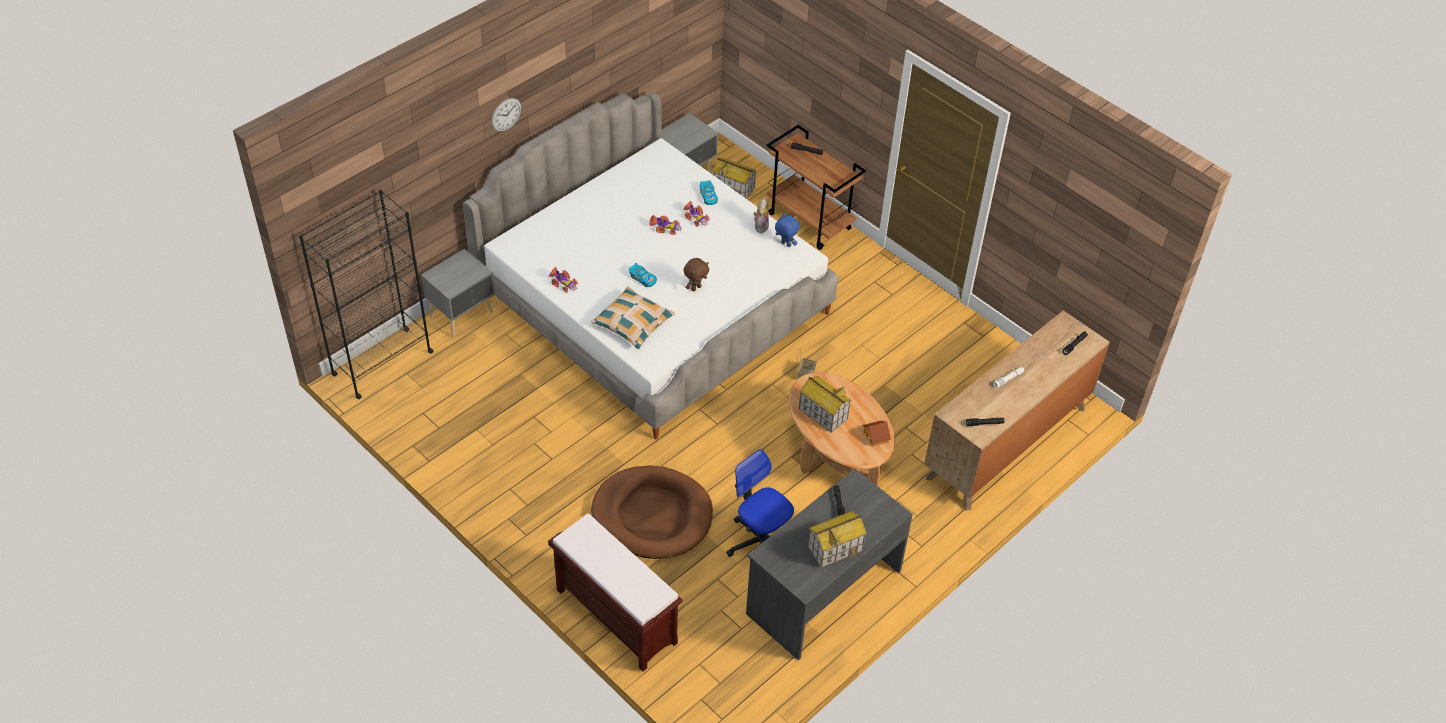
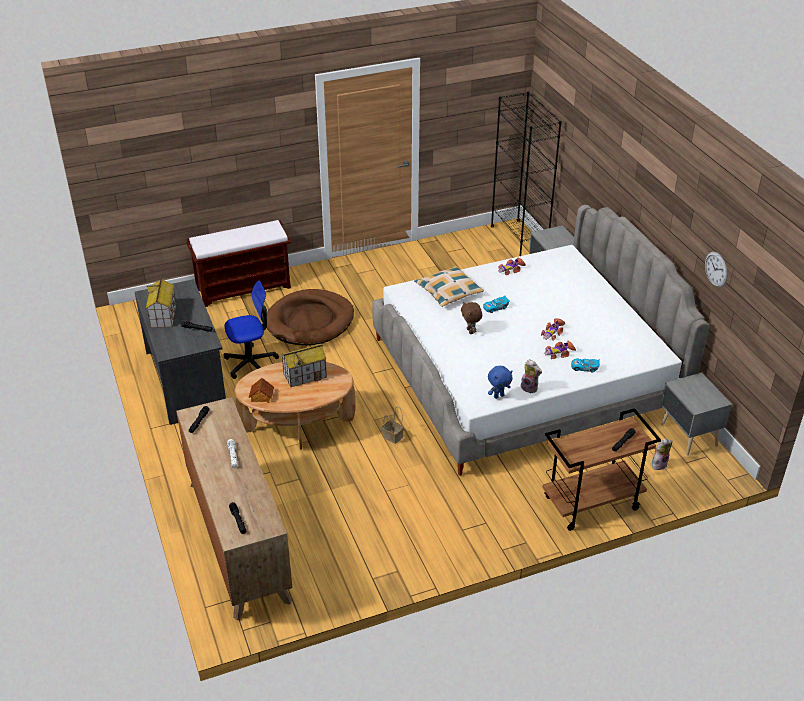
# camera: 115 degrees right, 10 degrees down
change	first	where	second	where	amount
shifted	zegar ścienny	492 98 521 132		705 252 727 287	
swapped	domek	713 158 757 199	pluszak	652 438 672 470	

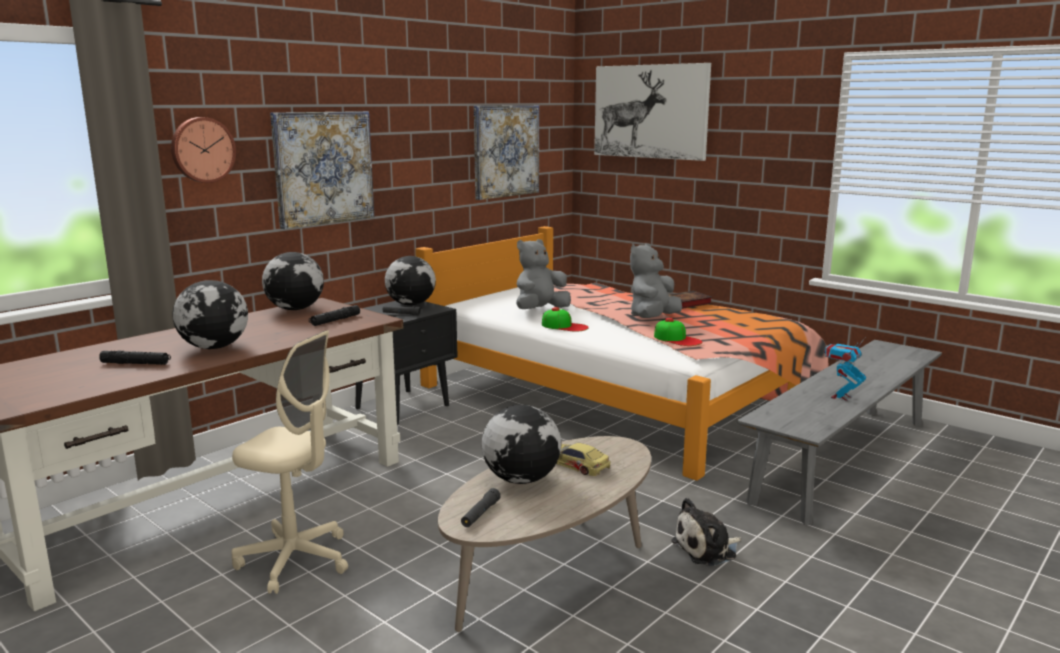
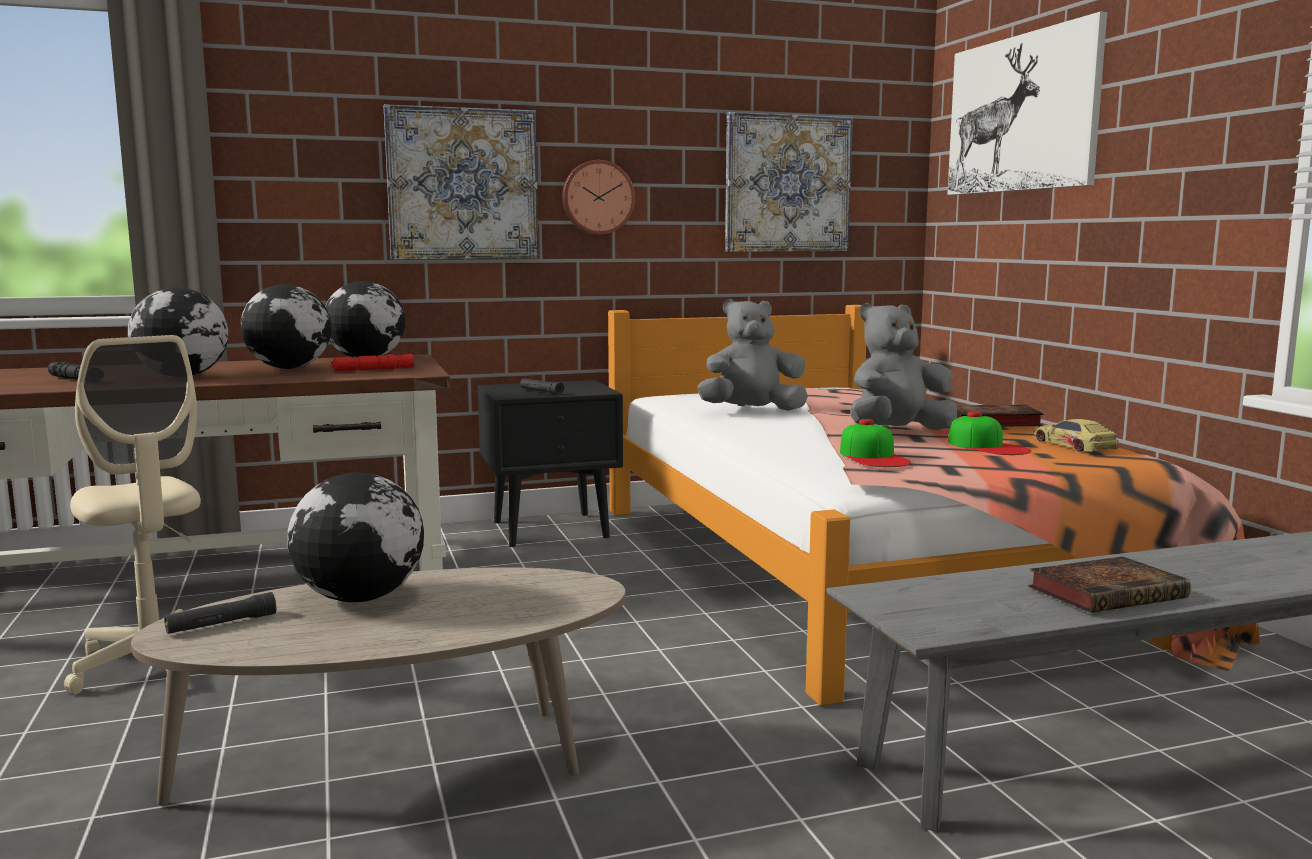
# camera: 30 degrees right, 5 degrees down
change	first	where	second	where	amount
gone	pluszak	671 498 741 566			
shifted	zegar ścienny	171 117 236 183		562 160 635 235	
shifted	globus	385 256 436 305		240 284 331 369	
shifted	czapka z daszkiem	542 307 589 332		948 411 1032 455	
shifted	samochodzik	556 443 610 476		1035 419 1118 452	
swapped	robot zabawkowy	824 337 866 401	książka	1028 557 1191 613	
repainted	latarka/czarny	309 305 360 326	latarka/czerwony	331 354 414 371	

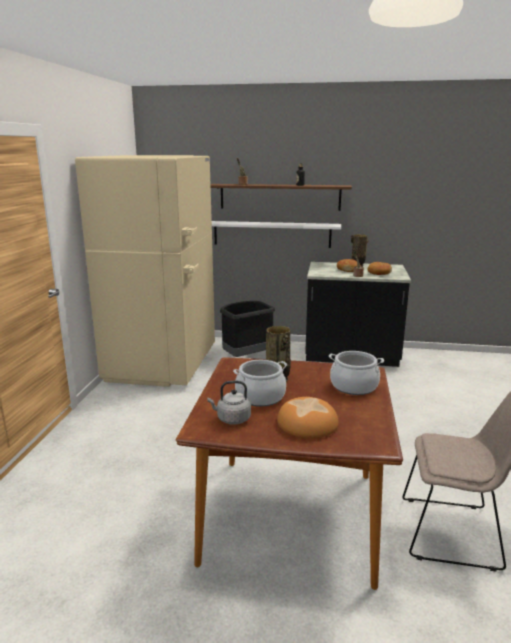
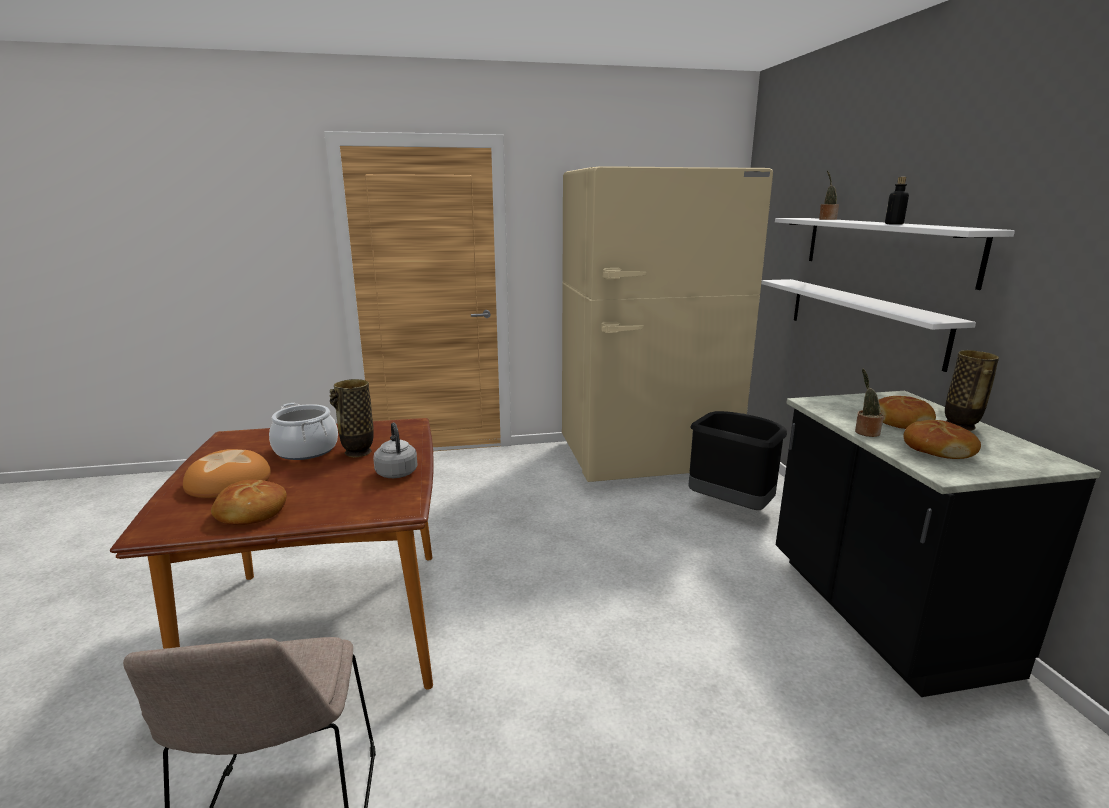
# camera: 70 degrees right, 0 degrees up
change	first	where	second	where	amount
gone	garnek	329 351 384 395			
new			chleb	211 480 287 525	
shifted	czajnik/szary	207 381 251 425		373 422 417 478	
repainted	półka/brązowy	211 184 352 211	półka/biały	775 218 1015 290	

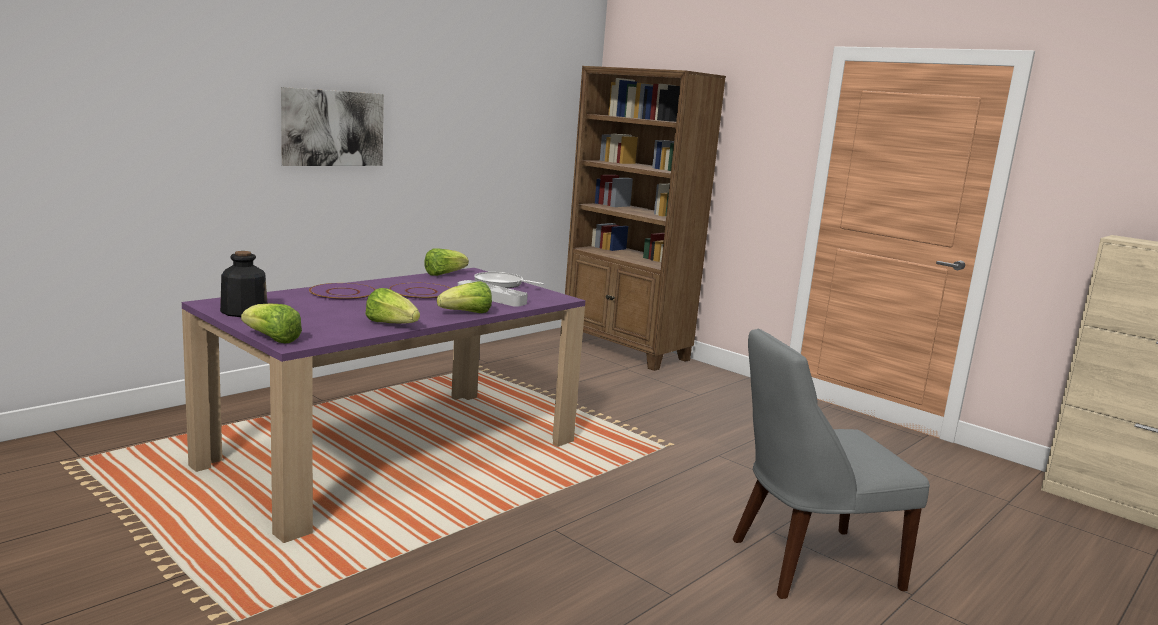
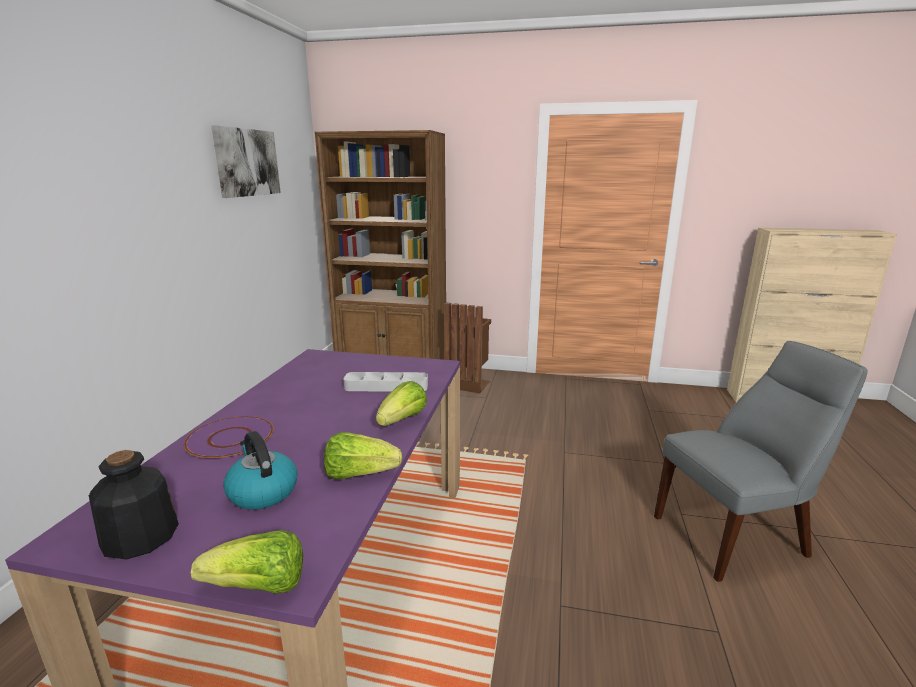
# camera: 30 degrees left, 5 degrees up
change	first	where	second	where	amount
gone	talerz/fioletowy	389 282 450 300			
gone	sałata	424 248 469 276			
gone	patelnia	474 272 544 288			
new			czajnik	223 431 297 510	
new			kosz na śmieci/brązowy	444 303 491 394	
shifted	obraz	281 87 384 166		211 125 281 198	
rotated	krzesło/szary	733 328 930 599		654 341 868 582	150 degrees counterclockwise

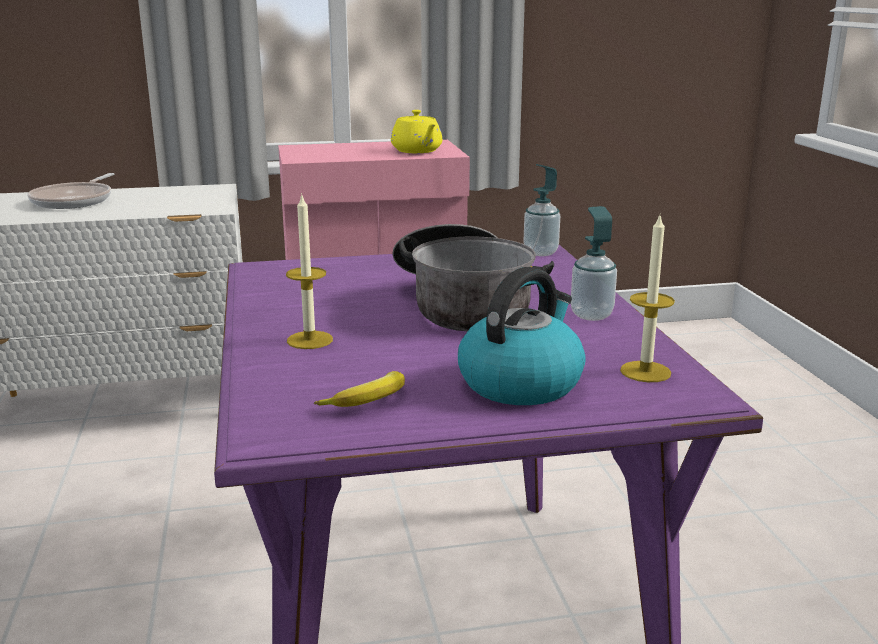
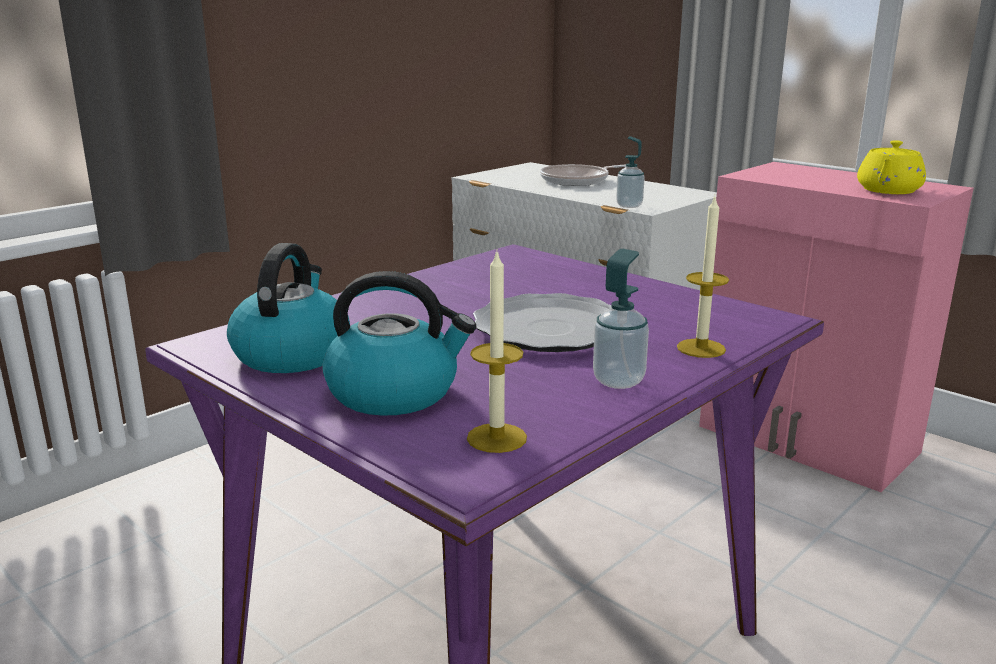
# camera: 55 degrees right, 0 degrees up
change	first	where	second	where	amount
shifted	świeca	286 193 333 349		677 197 729 358	
shifted	dozownik mydła	523 164 560 256		616 136 645 208	
swapped	banan	314 371 405 407	czajnik	227 243 350 373	
swapped	garnek	392 224 554 331	talerz	473 293 611 352	

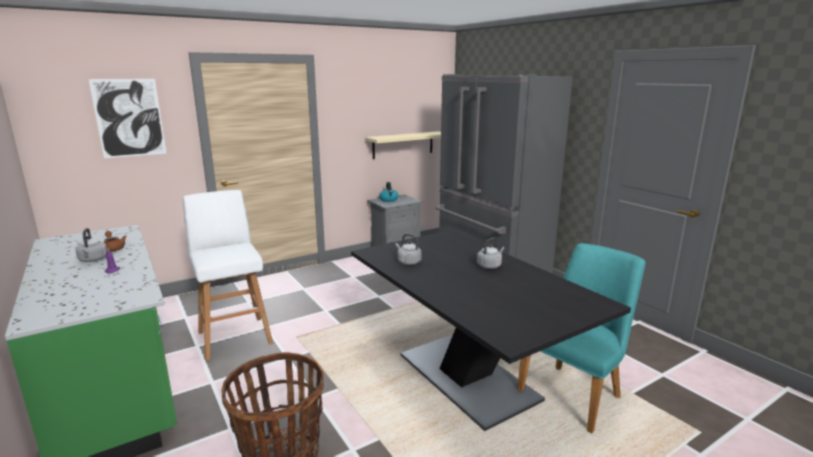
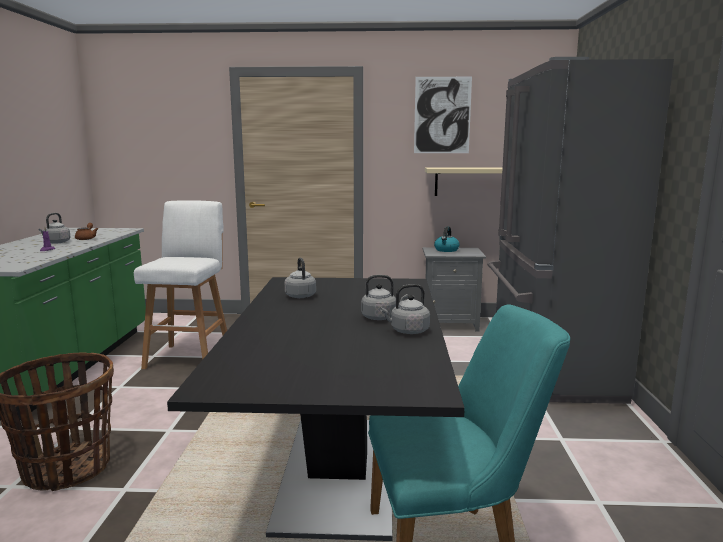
# camera: 35 degrees right, 5 degrees down
change	first	where	second	where	amount
new			czajnik/szary	380 284 430 334	
shifted	obraz	89 79 166 158		414 77 472 153	

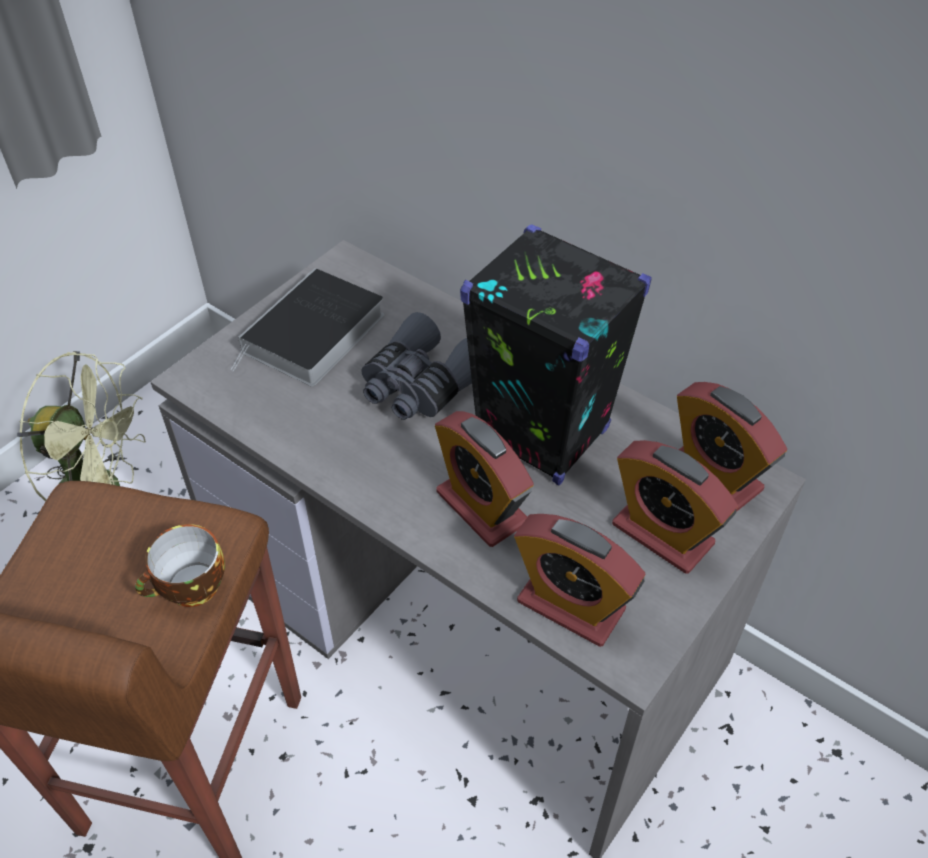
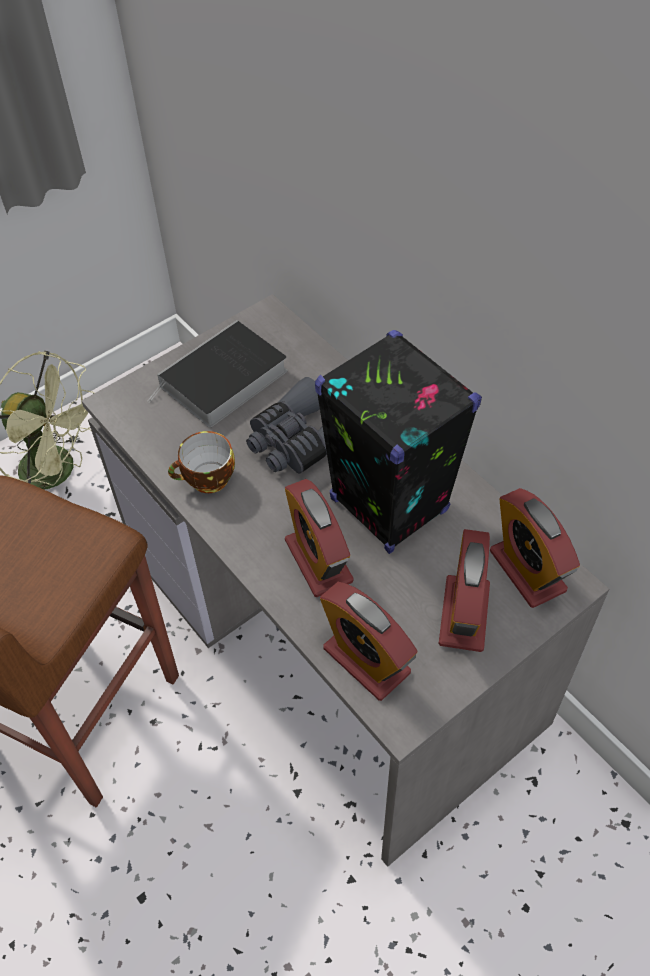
# camera: 15 degrees right, 5 degrees up
change	first	where	second	where	amount
shifted	filiżanka	135 524 225 607		168 431 235 493	
rotated	budzik	612 440 738 574		439 529 490 652	45 degrees clockwise

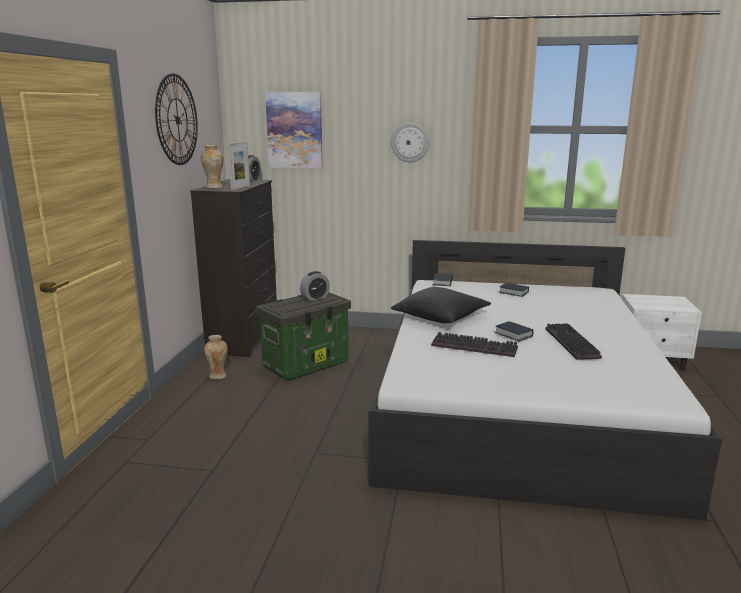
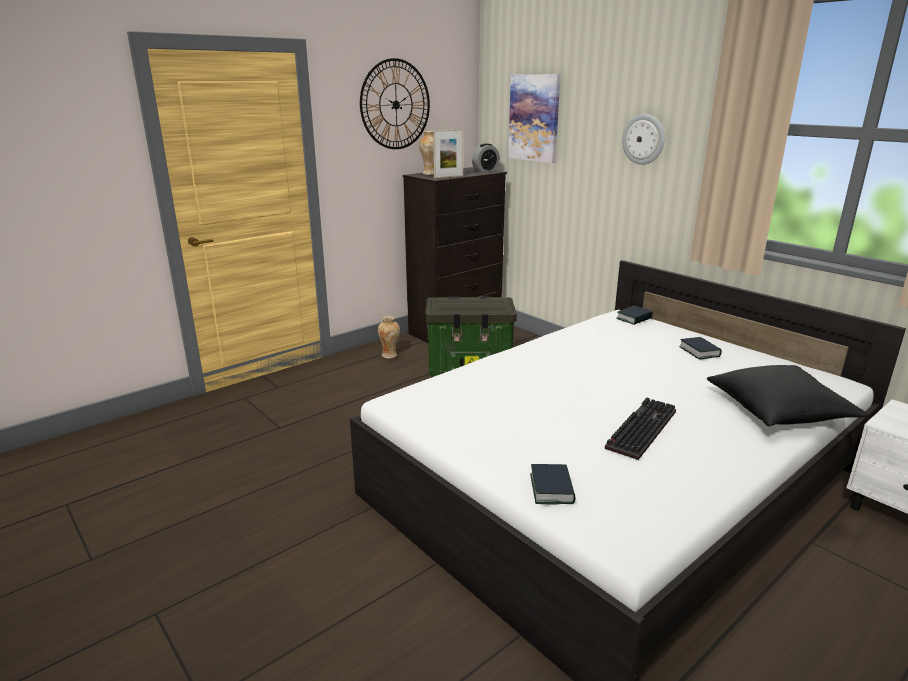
# camera: 40 degrees right, 5 degrees up
change	first	where	second	where	amount
gone	budzik	300 271 330 301			
gone	klawiatura	431 332 518 357			
shifted	poduszka/czarny	391 287 491 323		707 365 869 426	
shifted	książka	495 321 534 341		530 464 576 505	

